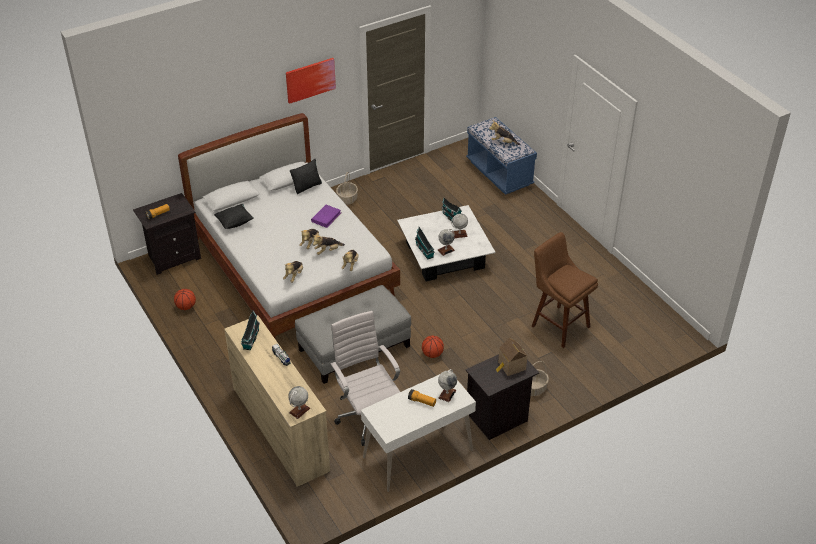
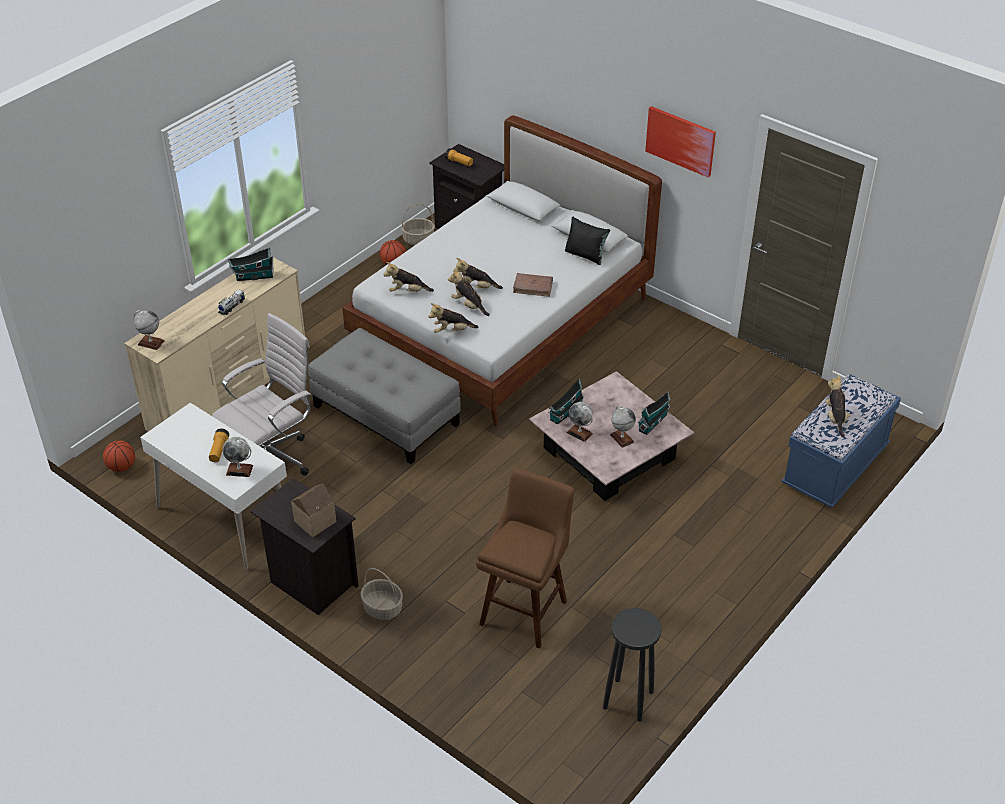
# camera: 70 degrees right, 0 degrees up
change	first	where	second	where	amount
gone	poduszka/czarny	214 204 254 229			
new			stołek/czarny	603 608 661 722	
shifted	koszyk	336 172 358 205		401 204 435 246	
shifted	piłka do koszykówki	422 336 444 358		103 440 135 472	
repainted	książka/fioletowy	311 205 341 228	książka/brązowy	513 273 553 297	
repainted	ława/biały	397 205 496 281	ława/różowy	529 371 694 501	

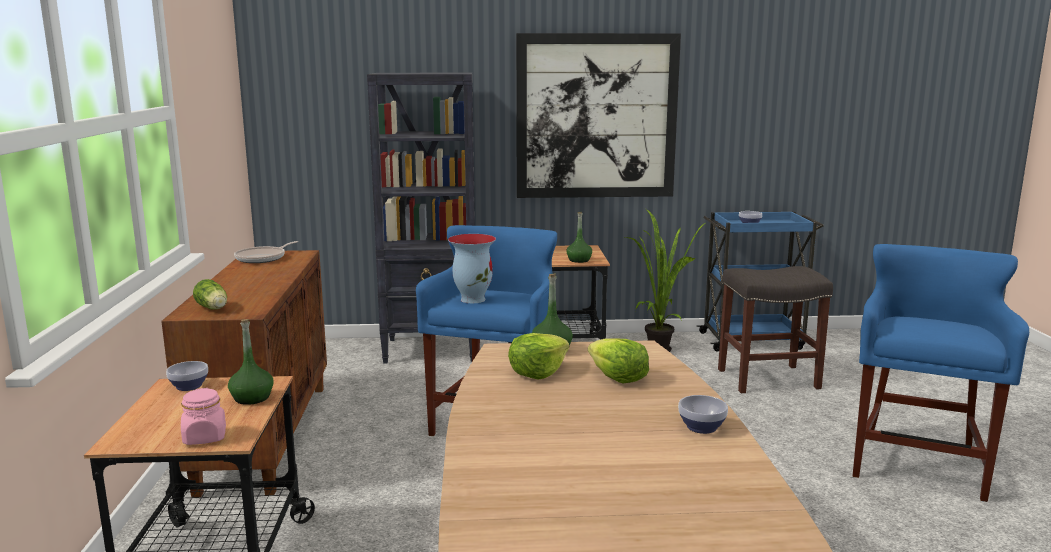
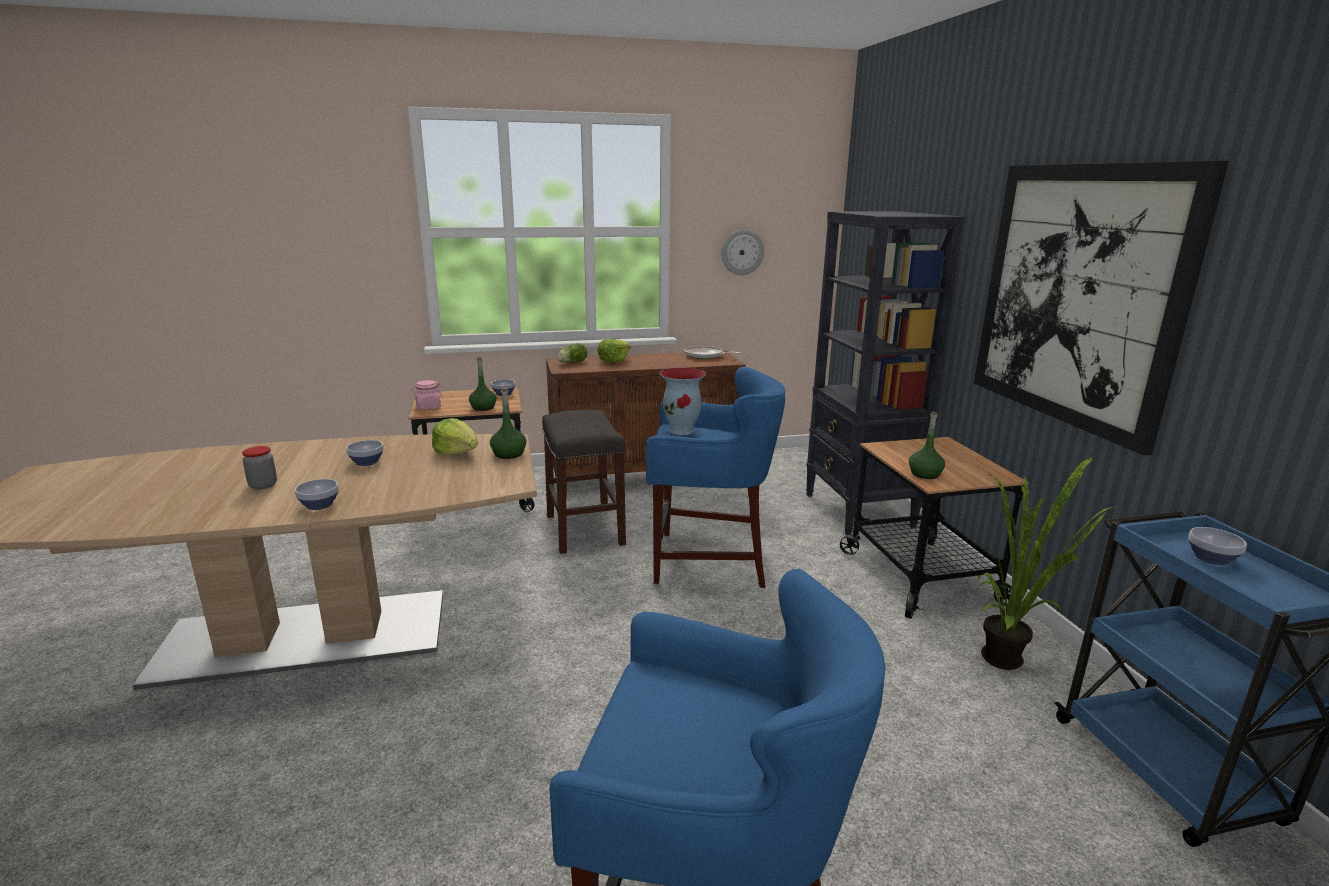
# camera: 80 degrees right, 5 degrees up
change	first	where	second	where	amount
new			słoik	242 446 277 489	
new			miska	346 440 384 466	
new			zegar ścienny	722 229 764 275	
shifted	sałata	588 338 649 384		597 339 631 363	
shifted	stołek/szary	718 266 833 393		542 409 626 554	

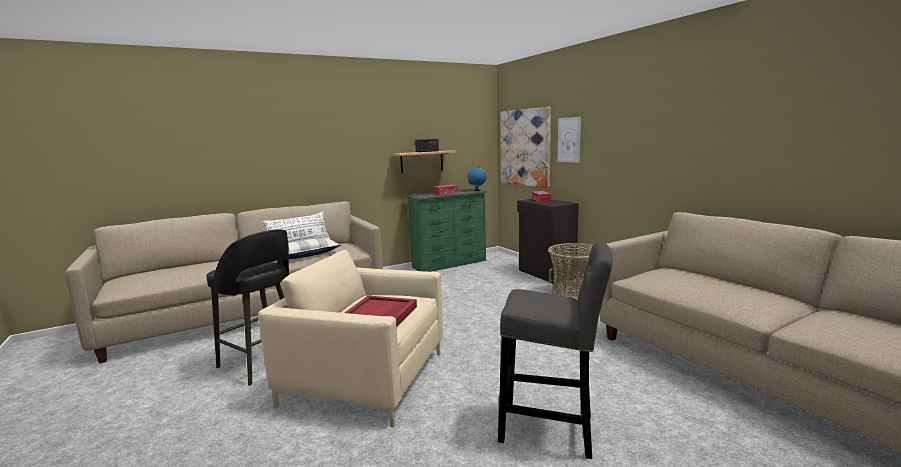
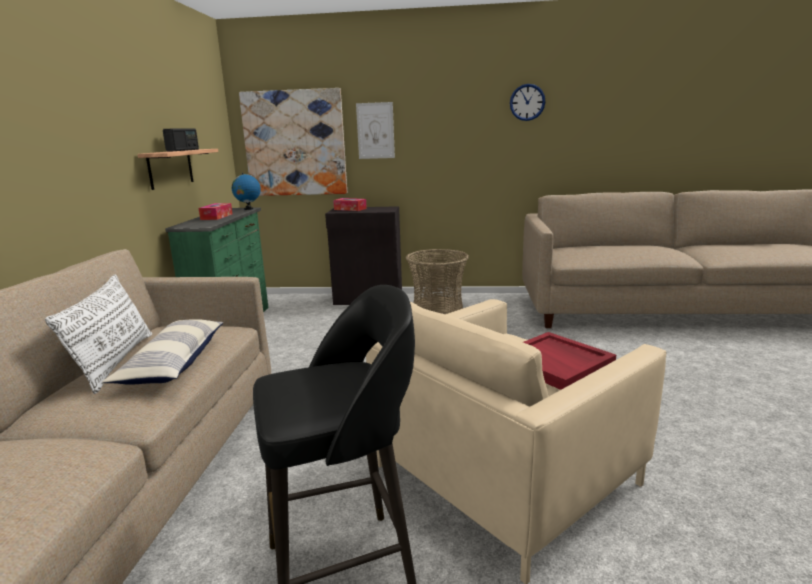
# camera: 55 degrees left, 5 degrees up
change	first	where	second	where	amount
gone	stołek/szary	498 240 612 459			
new			zegar ścienny	510 84 545 121	

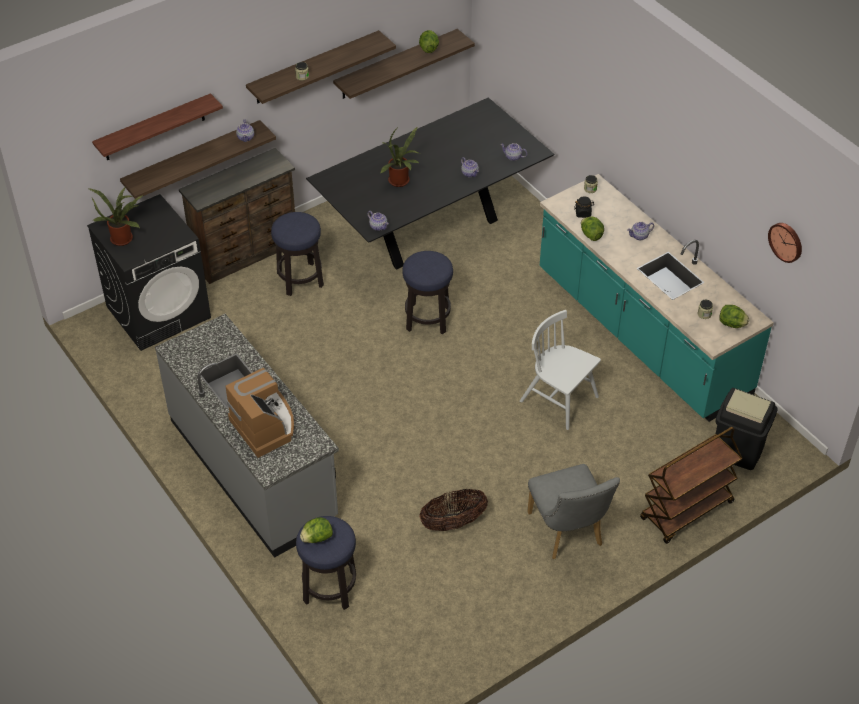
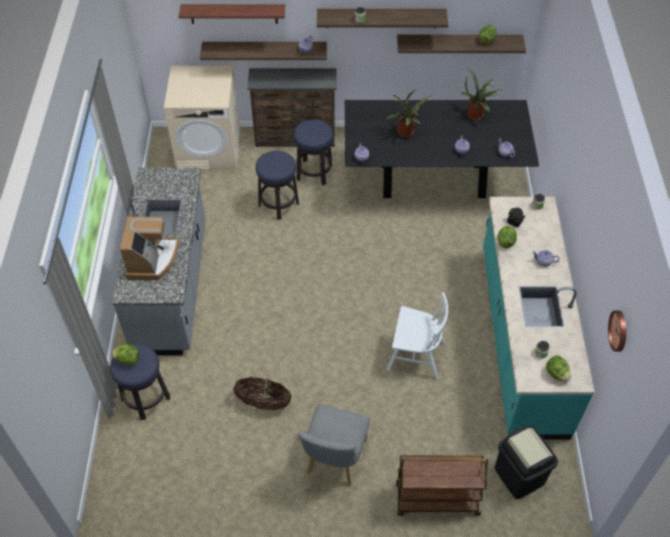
# camera: 35 degrees right, 5 degrees up
change	first	where	second	where	amount
shifted	roślina doniczkowa	89 187 143 246		461 69 503 120	
shifted	stołek	402 251 453 334		256 151 299 220	
repainted	pralka/czarny	87 194 211 351	pralka/beżowy	164 66 240 170	
rotated	krzesło/biały	520 310 601 430		387 292 448 380	120 degrees clockwise

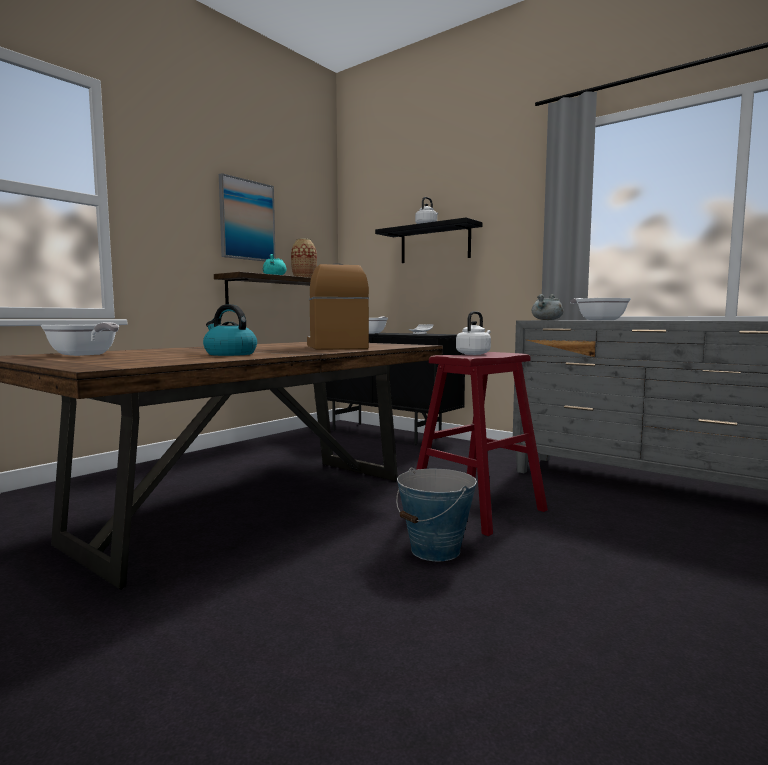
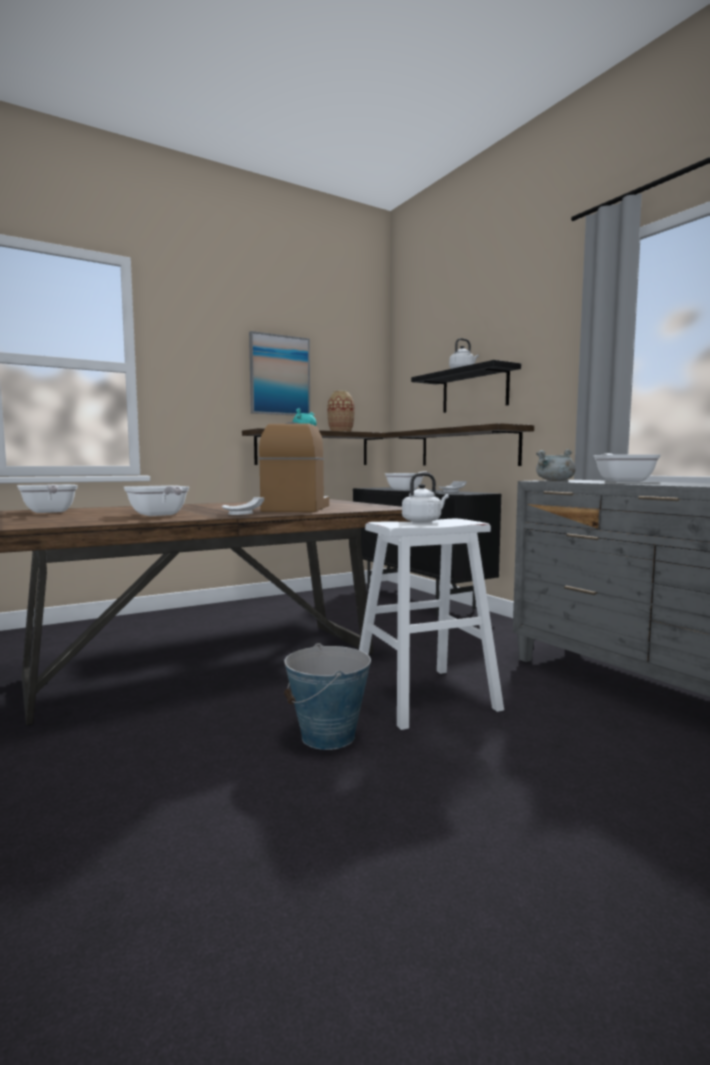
# camera: 20 degrees right, 0 degrees up
change	first	where	second	where	amount
new			talerz/biały	222 497 264 515	
new			półka	385 423 534 466	
swapped	czajnik	203 304 257 356	patelnia	124 485 189 516	
repainted	stołek/czerwony	416 352 548 536	stołek/biały	359 519 504 730	

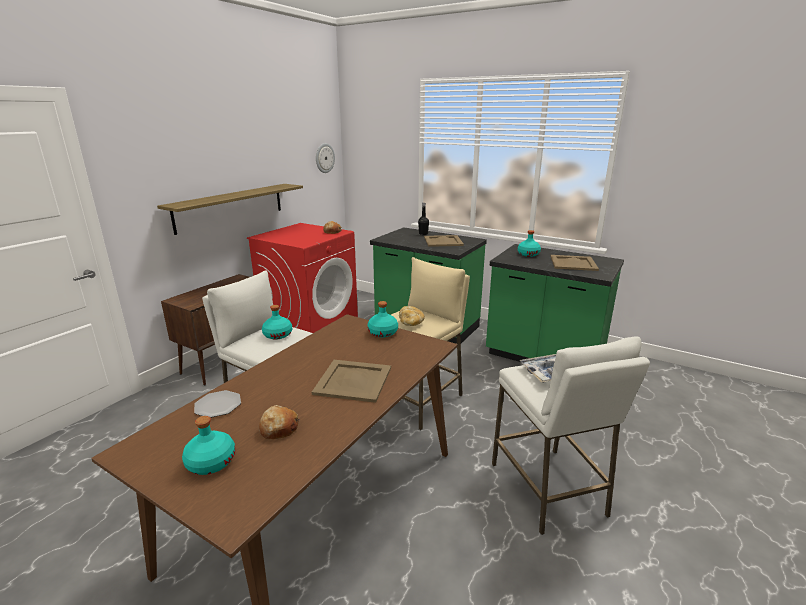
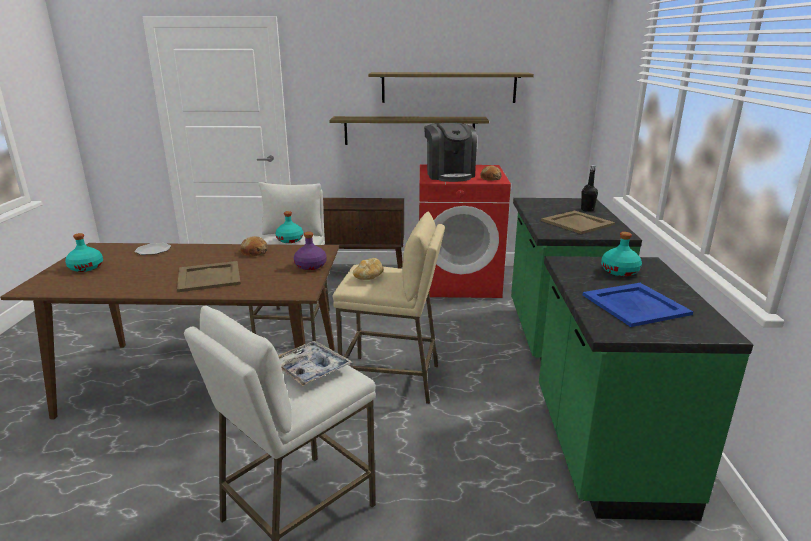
# camera: 60 degrees right, 0 degrees up
change	first	where	second	where	amount
gone	zegar ścienny	316 143 335 173			
new			półka	368 72 534 103	
new			ekspres do kawy	424 123 477 182	
shifted	chleb	259 405 300 439		240 236 268 257	
repainted	butelka/turkusowy	367 301 398 337	butelka/fioletowy	294 232 327 270	
repainted	taca/beżowy	550 255 599 271	taca/niebieski	583 283 693 327	

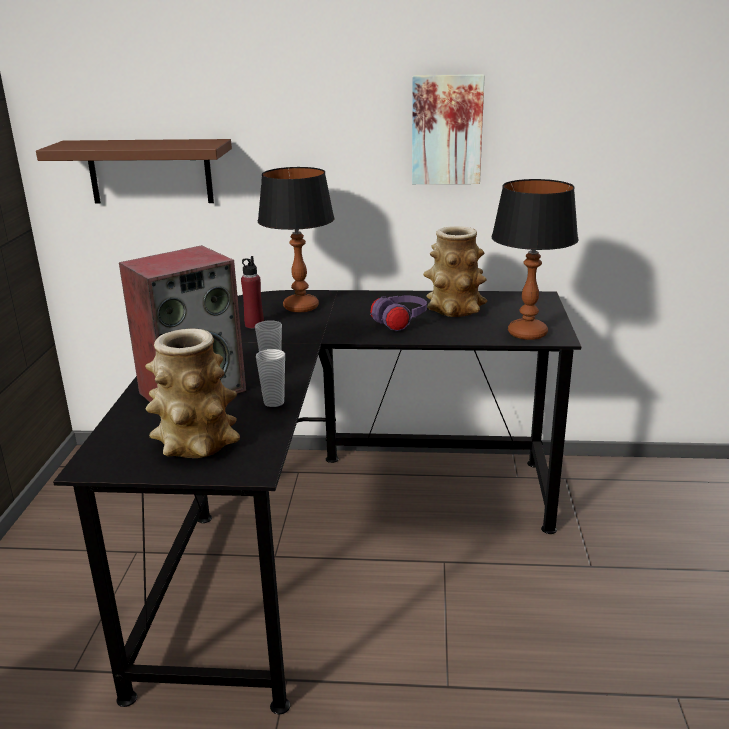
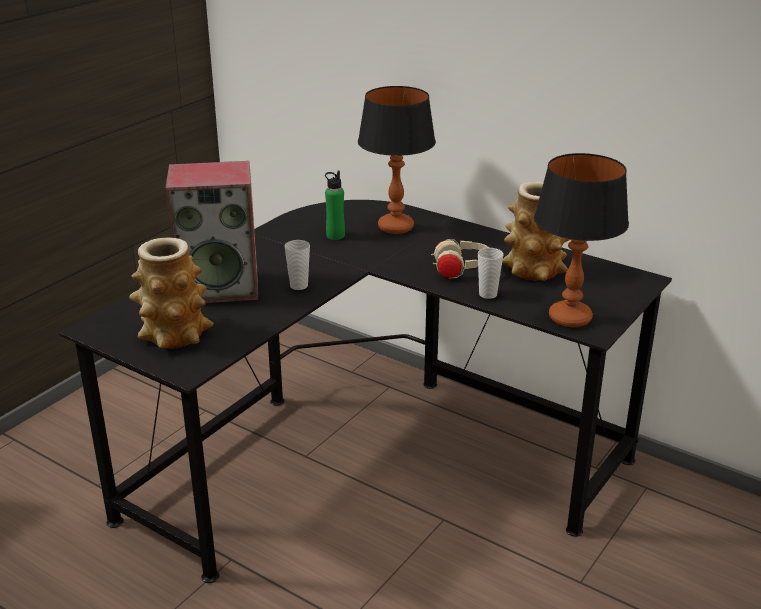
# camera: 30 degrees right, 5 degrees up
change	first	where	second	where	amount
gone	półka/brązowy	36 139 232 204			
gone	obraz	412 74 485 184			
shifted	filiżanka	256 349 285 407		478 248 504 299	
repainted	butelka/czerwony	241 256 264 329	butelka/zielony	325 170 345 240	
repainted	słuchawki/fioletowy	370 296 427 331	słuchawki/beżowy	431 239 489 278	

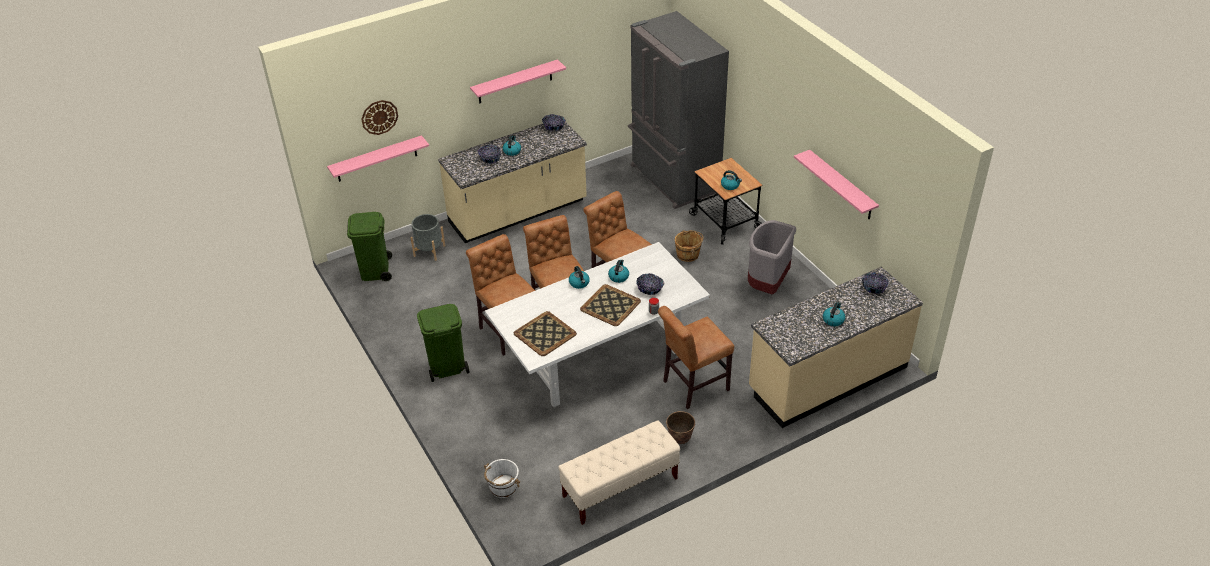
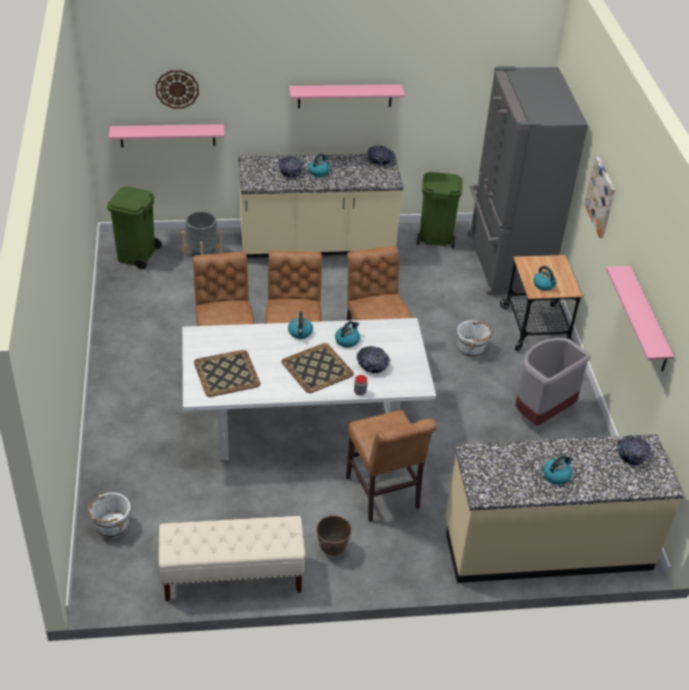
# camera: 20 degrees right, 0 degrees up
change	first	where	second	where	amount
new			obraz	584 157 615 238	
shifted	kosz na śmieci/zielony	417 304 470 382		417 172 463 248	
repainted	wiadro/brązowy	675 230 704 262	wiadro/biały	457 319 492 358	
rotated	krzesło/brązowy	658 306 734 409		346 410 437 522	105 degrees counterclockwise

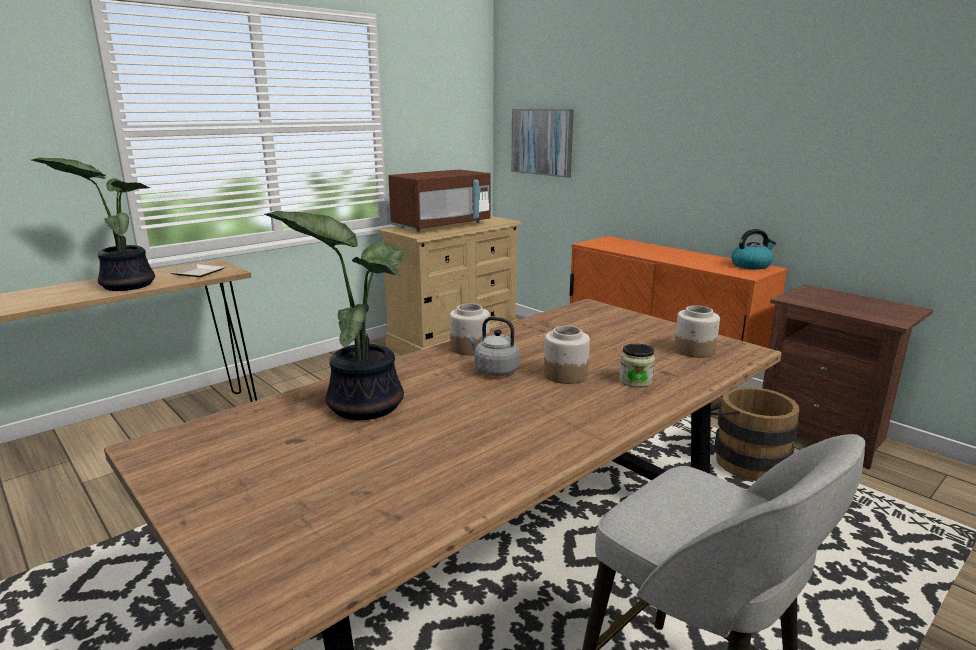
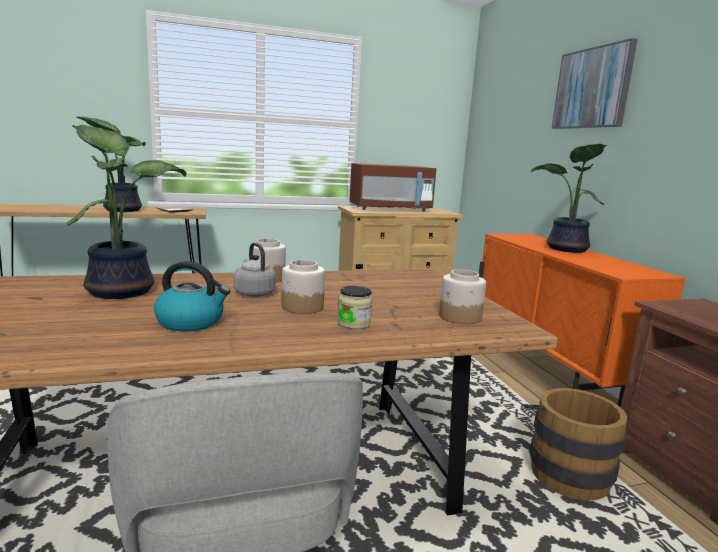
# camera: 25 degrees right, 5 degrees down
change	first	where	second	where	amount
new			roślina doniczkowa	531 144 607 253	
shifted	obraz	511 109 574 178		552 38 638 129	
shifted	czajnik	731 229 776 270		154 261 230 332	

